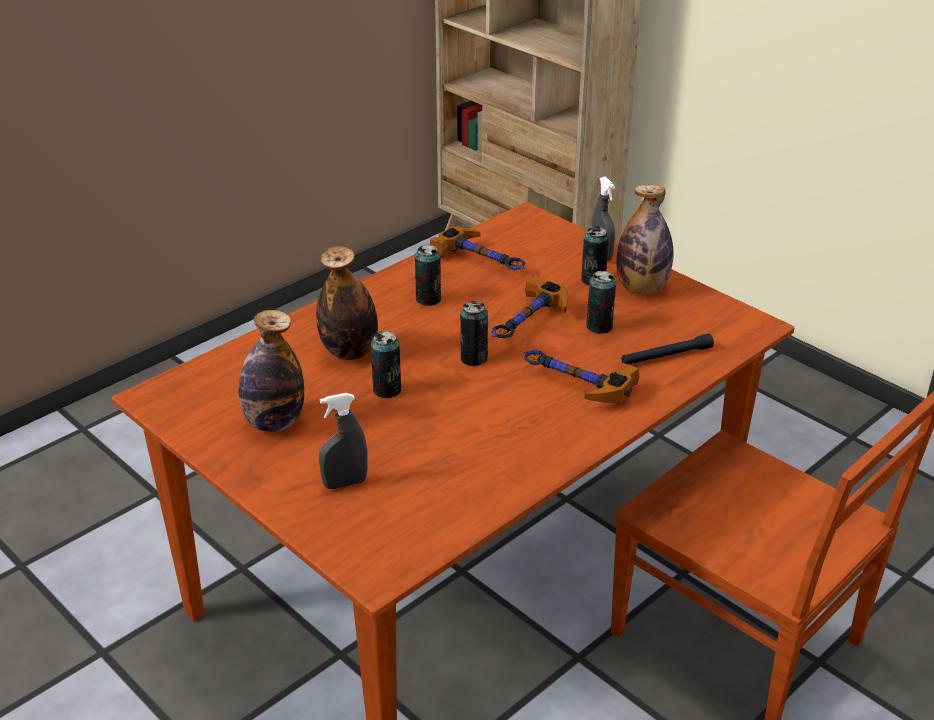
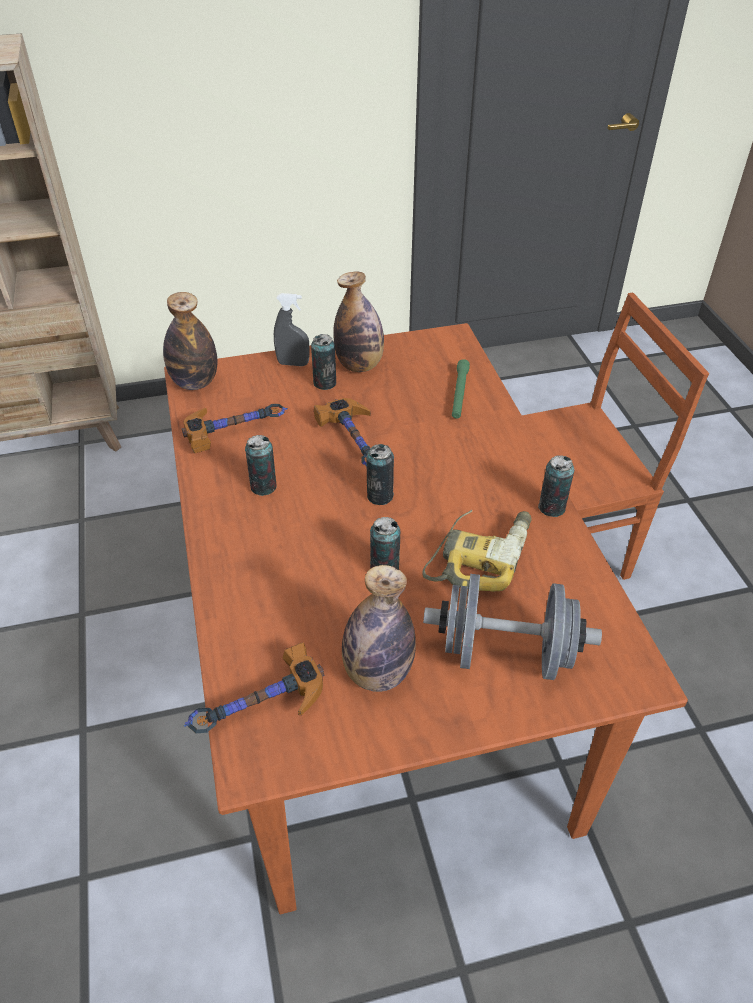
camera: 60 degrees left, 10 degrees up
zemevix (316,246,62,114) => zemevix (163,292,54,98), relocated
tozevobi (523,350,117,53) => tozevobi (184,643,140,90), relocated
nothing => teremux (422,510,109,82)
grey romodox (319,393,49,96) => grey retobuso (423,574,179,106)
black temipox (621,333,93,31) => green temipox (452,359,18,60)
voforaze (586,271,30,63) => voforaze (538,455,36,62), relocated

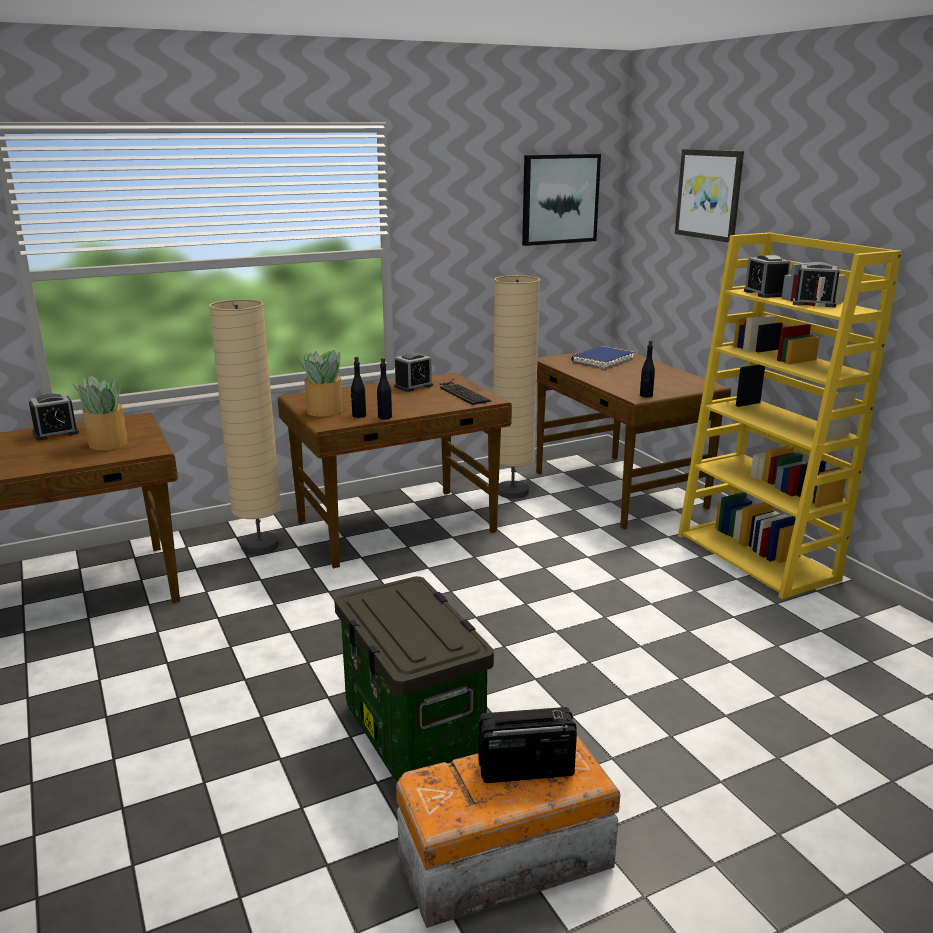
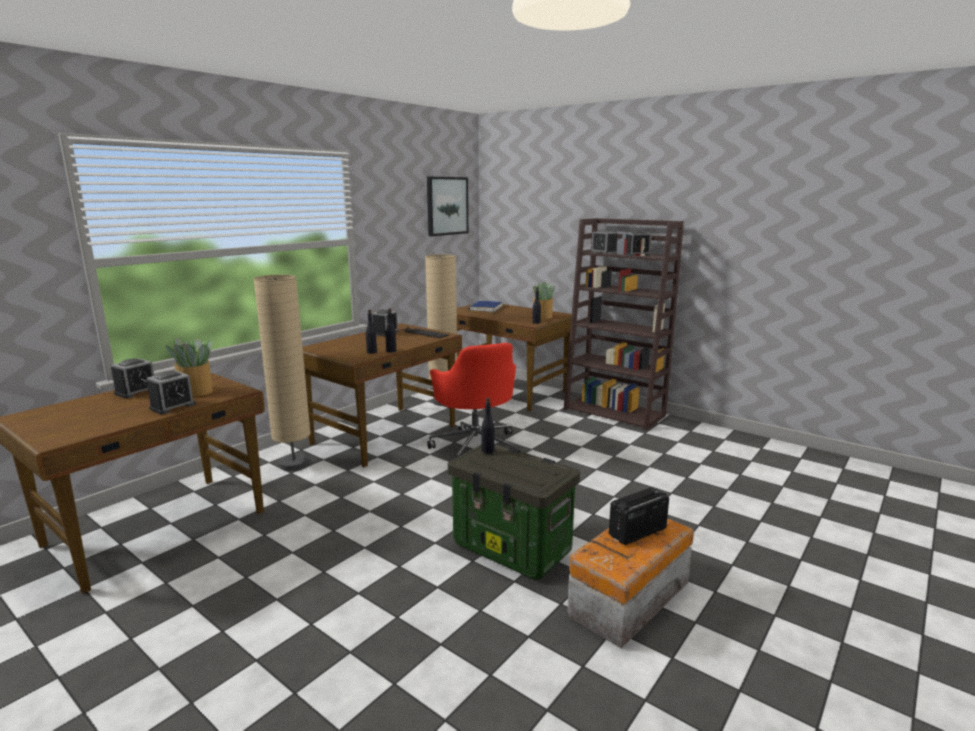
camera: 25 degrees left, 5 degrees down
nothing => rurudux (146,371,50,43)
nothing => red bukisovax (427,342,89,115)
nothing => black zemevix (481,398,14,56)
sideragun (296,350,47,66) => sideragun (533,282,22,37), relocated
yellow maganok (678,233,224,366) => brown maganok (564,218,120,213)
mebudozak (675,149,69,94) => nothing

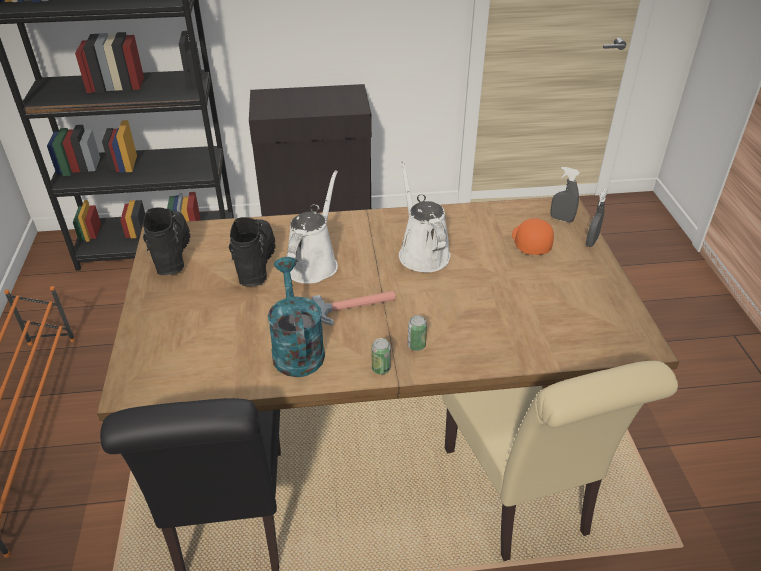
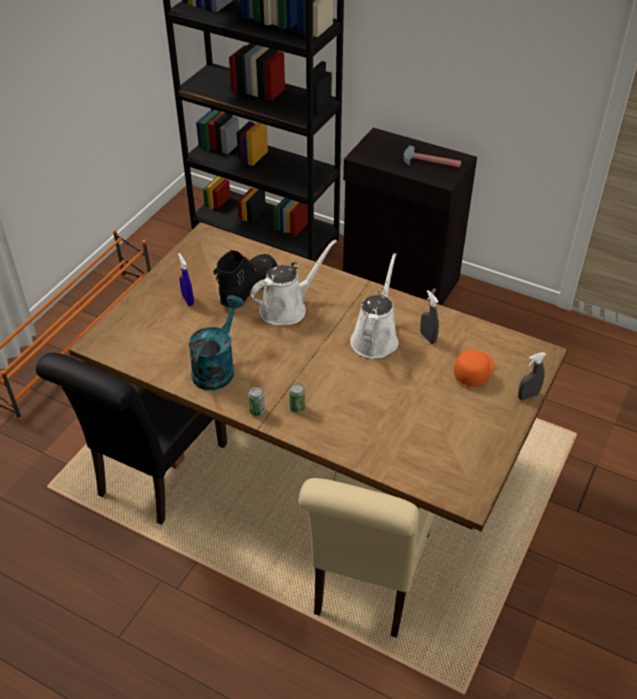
camera: 35 degrees right, 5 degrees up
nothing => blue romodox (178,253,16,53)
tozevobi (311,291,85,35) => tozevobi (403,146,58,21), relocated
grey romodox (551,167,29,56) => grey romodox (420,290,19,54), relocated
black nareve (143,207,47,68) => nothing

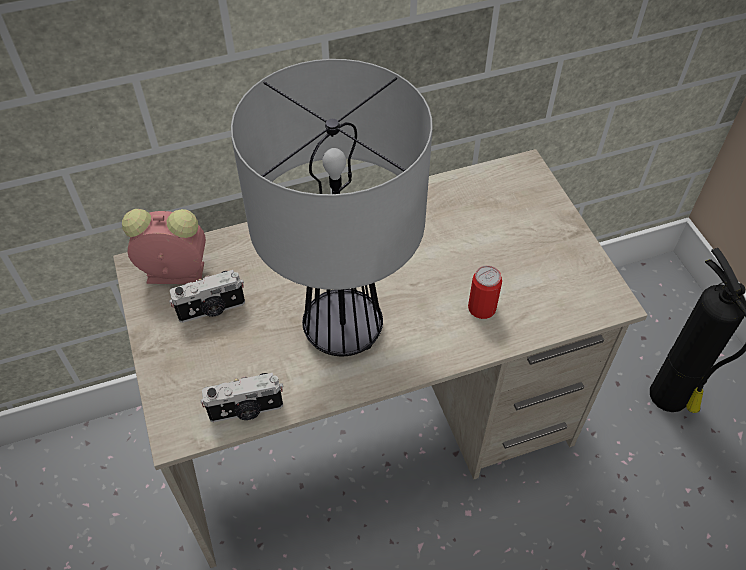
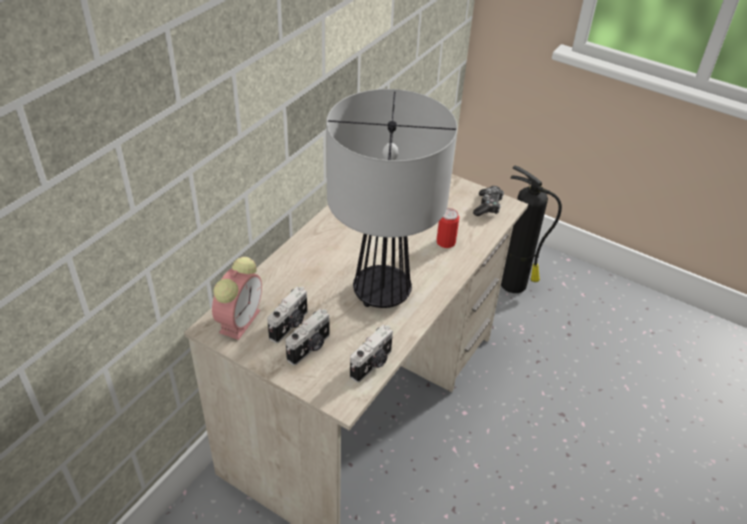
camera: 40 degrees left, 10 degrees down
rurudux (122,209,84,75) => rurudux (212,257,50,83), 150 degrees clockwise
nothing => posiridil (286,309,43,57)
nothing => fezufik (473,186,31,31)

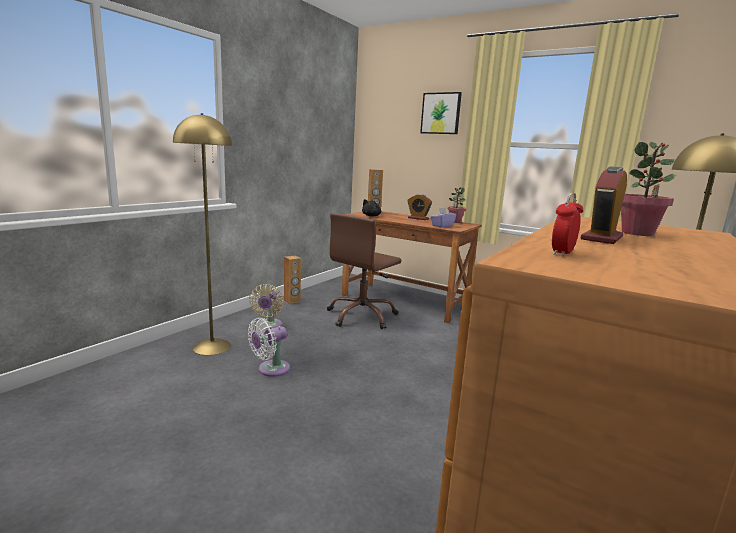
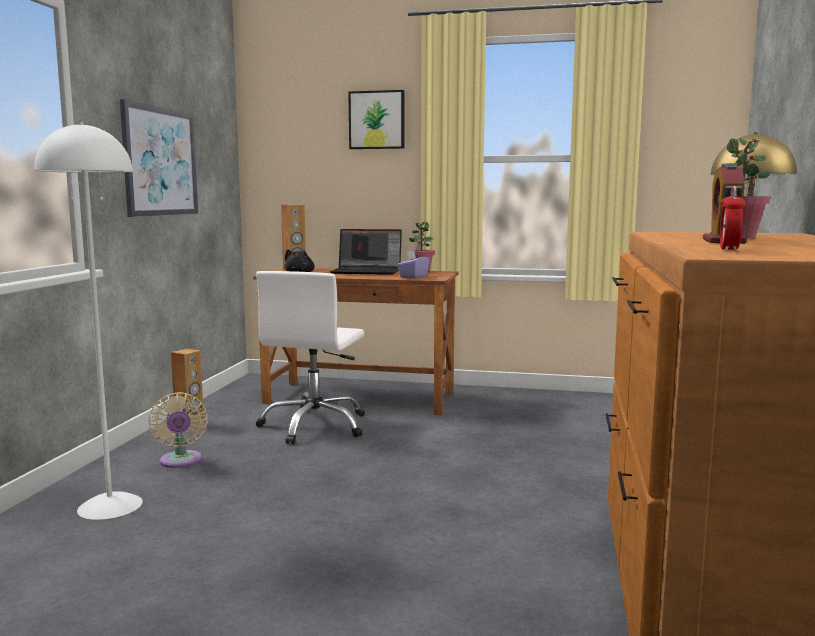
camera: 20 degrees left, 5 degrees down
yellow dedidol (173,113,59,242) => white dedidol (34,122,109,398)
nothing => mebudozak (120,99,78,118)
brown bukisovax (327,213,74,116) => white bukisovax (255,271,110,174)
rurudux (408,194,24,26) => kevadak (330,229,72,46)
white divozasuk (248,318,42,59) => nothing

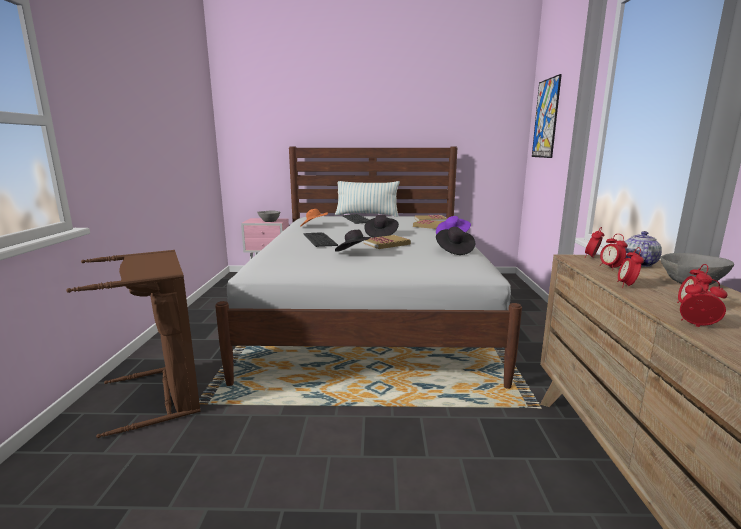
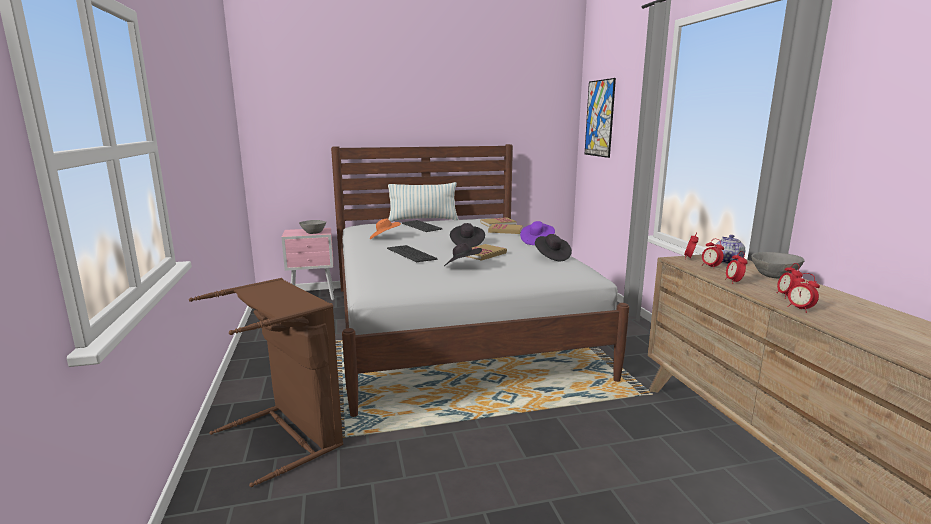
camera: 15 degrees left, 0 degrees up
rurudux (680,279,48,48) => rurudux (787,273,33,40), 135 degrees counterclockwise

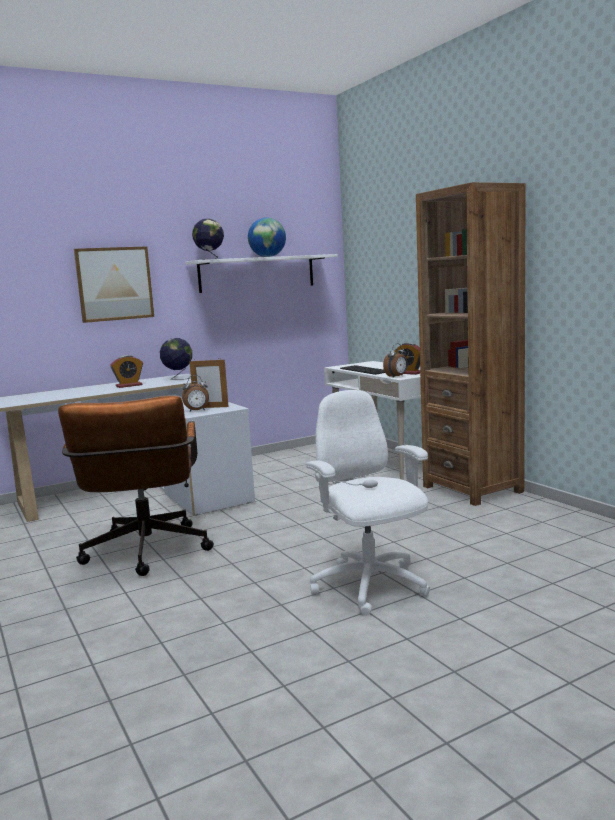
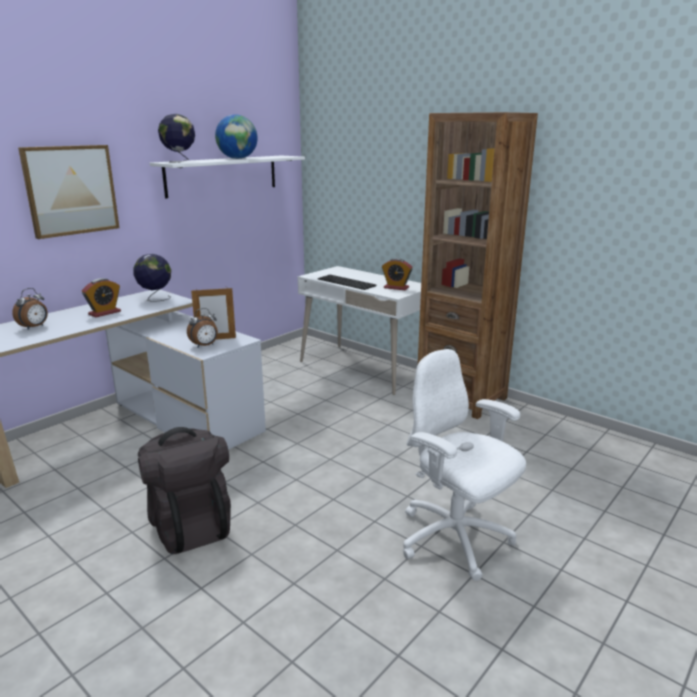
camera: 20 degrees left, 10 degrees up
rurudux (383,343,25,35) => rurudux (12,288,36,42), relocated
brown bukisovax (58,396,156,180) => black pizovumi (138,427,93,127)

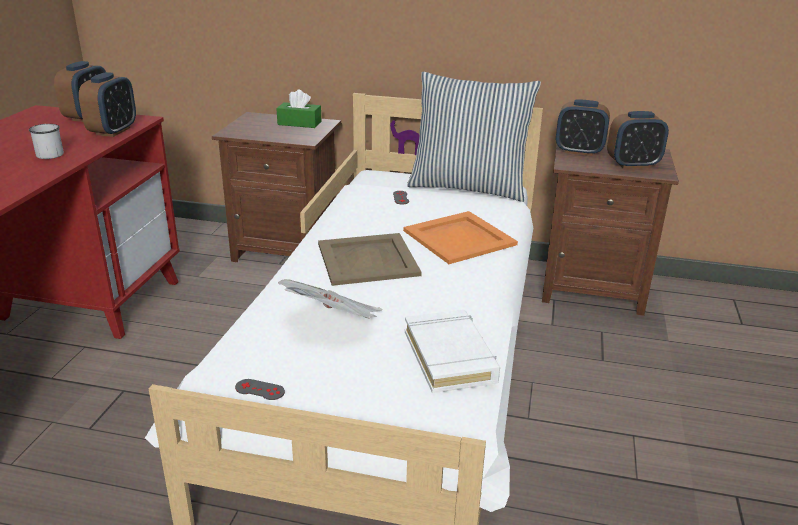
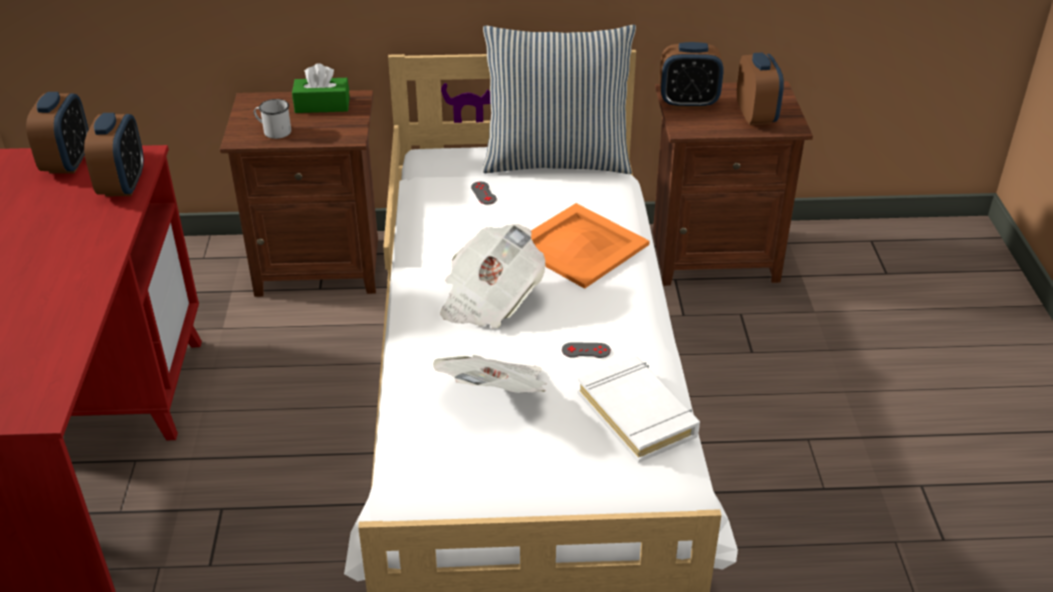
camera: 15 degrees left, 10 degrees up
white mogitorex (29,124,35,35) => white mogitorex (254,99,37,40), relocated
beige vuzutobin (318,233,104,53) => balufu (440,224,105,104)
grey fezufik (235,379,50,21) => grey fezufik (562,342,49,16), relocated
rurudux (607,111,62,57) => rurudux (737,52,47,73), 75 degrees counterclockwise

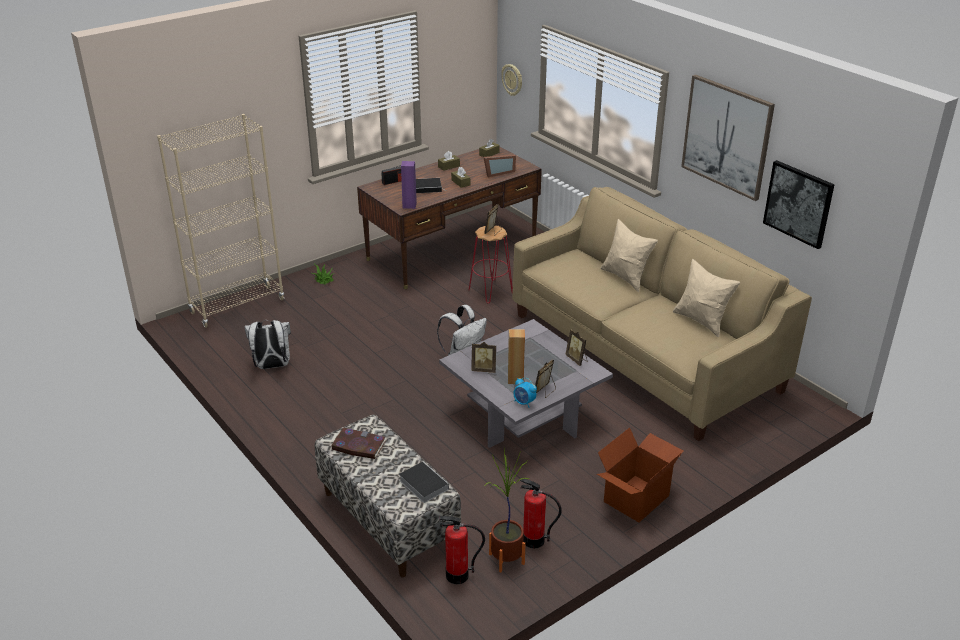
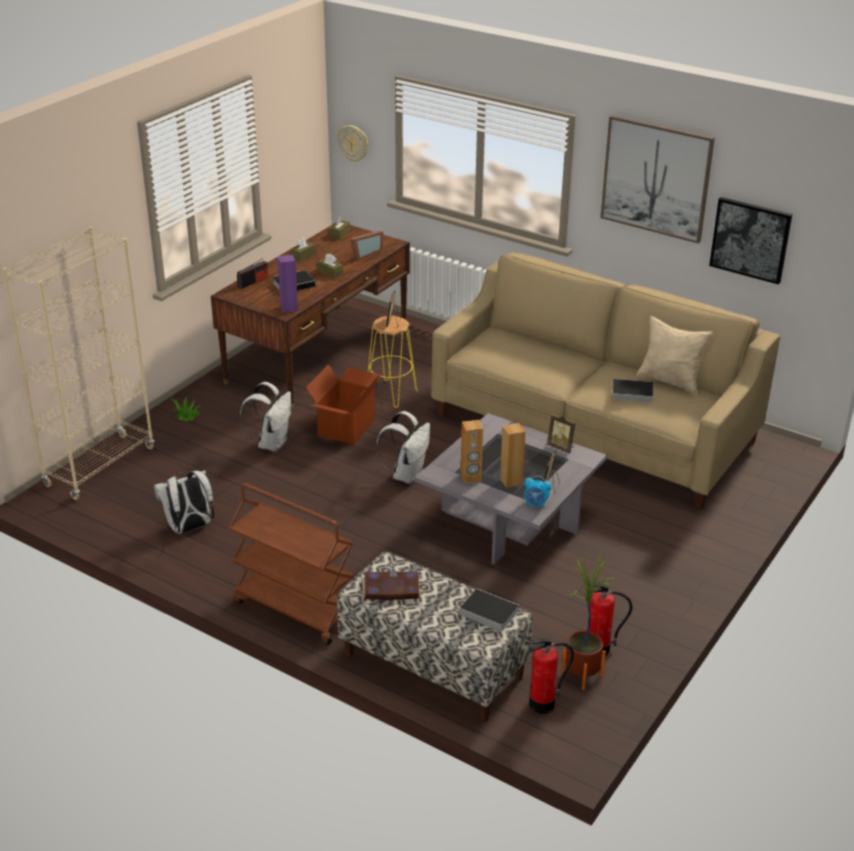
camera: 20 degrees left, 0 degrees up
nothing => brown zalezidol (229,483,125,162)
nothing => white pizovumi (240,382,51,70)
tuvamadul (597,428,86,95) => tuvamadul (306,364,75,81), relocated
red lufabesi (469,226,44,77) => yellow lufabesi (368,316,49,92)
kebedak (471,342,25,31) => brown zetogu (461,420,22,63)
nothing => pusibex (607,379,46,24)
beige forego (600,219,58,73) => nothing

